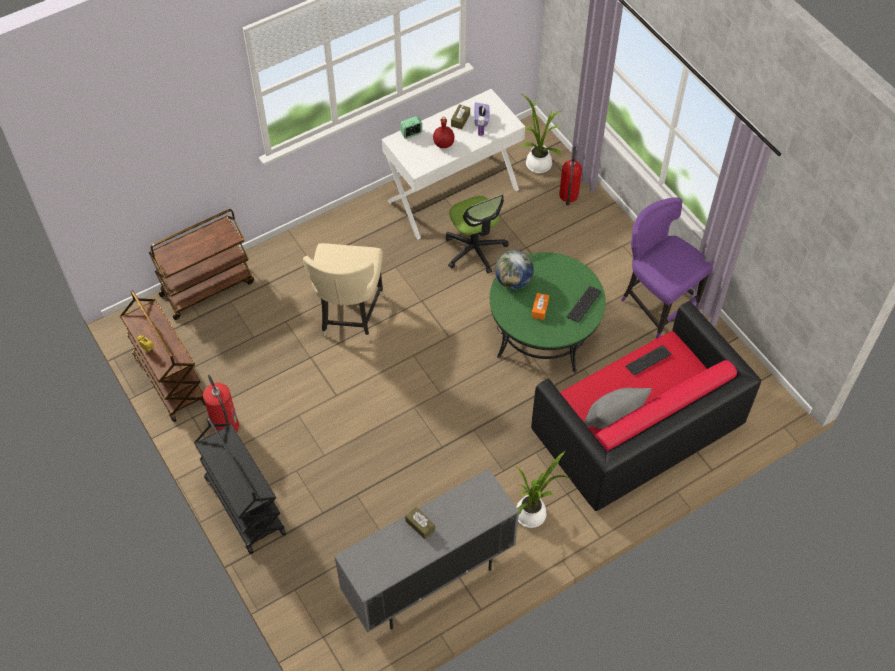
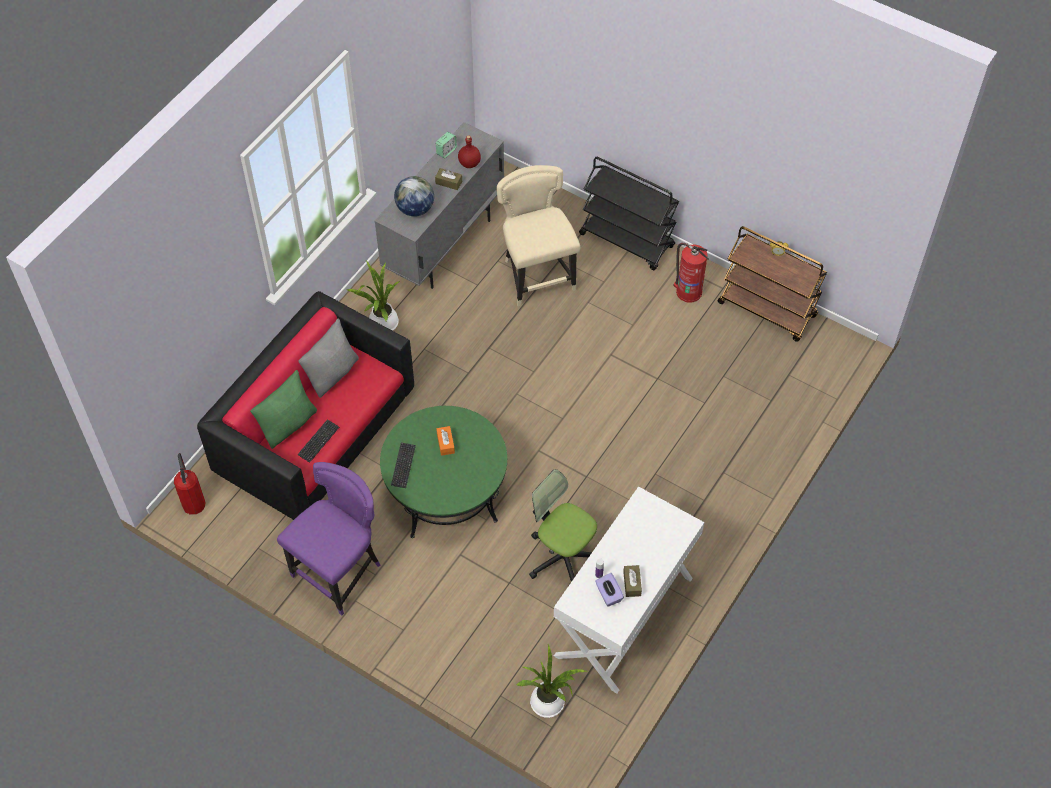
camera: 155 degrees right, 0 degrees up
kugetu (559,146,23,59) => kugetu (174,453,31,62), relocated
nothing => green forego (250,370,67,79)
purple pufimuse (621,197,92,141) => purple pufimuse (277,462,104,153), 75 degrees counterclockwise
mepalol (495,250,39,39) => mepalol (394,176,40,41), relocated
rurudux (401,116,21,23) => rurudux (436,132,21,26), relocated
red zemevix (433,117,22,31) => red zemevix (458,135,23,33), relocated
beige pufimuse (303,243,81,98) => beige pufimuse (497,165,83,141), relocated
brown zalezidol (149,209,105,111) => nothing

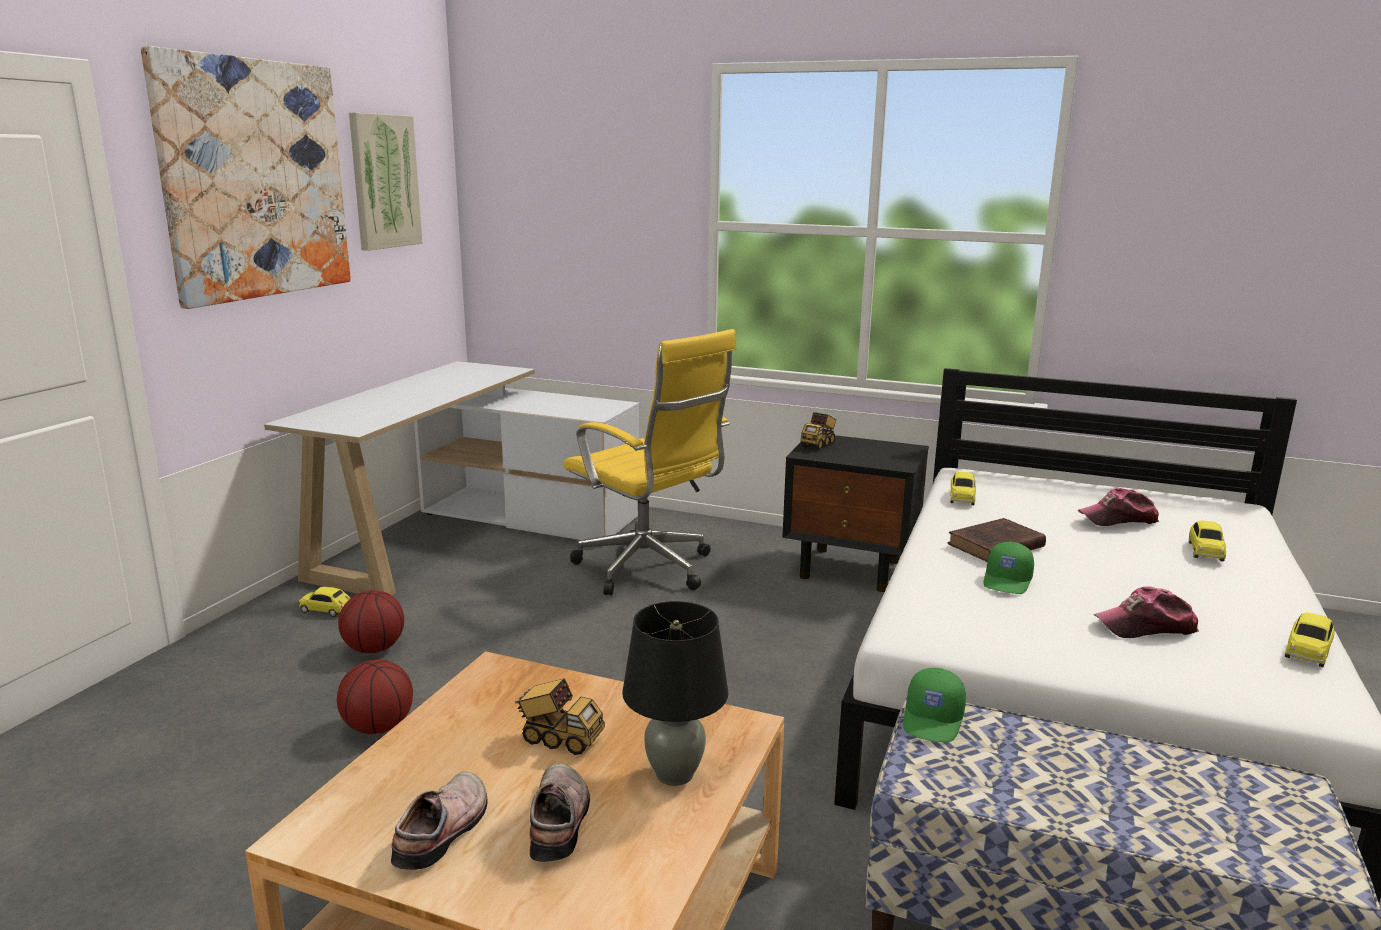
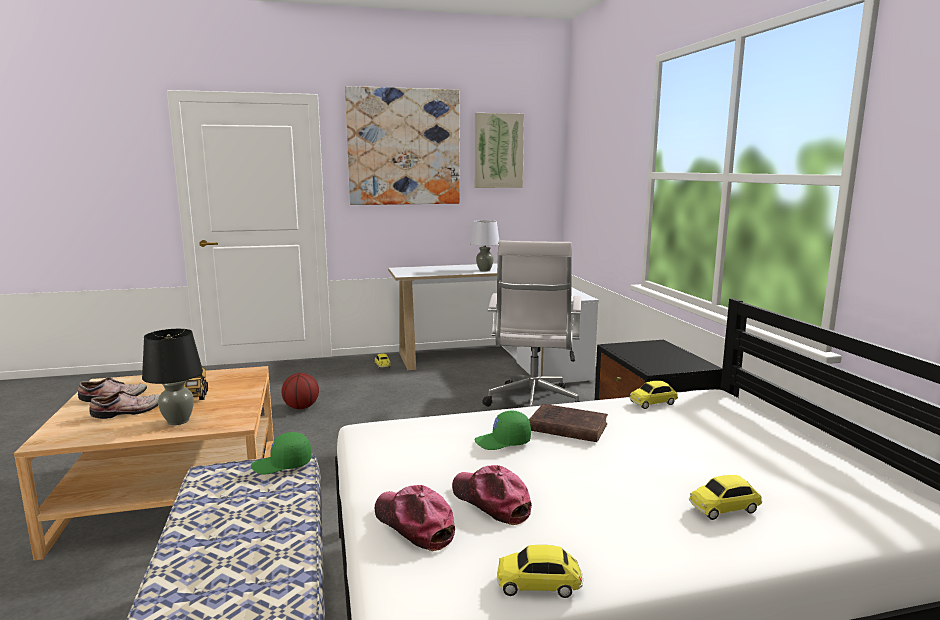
camera: 55 degrees right, 5 degrees down
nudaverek (1078,488,81,38) => nudaverek (375,485,80,66), relocated
nothing => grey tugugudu (470,220,29,52)
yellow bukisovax (563,329,174,266) => white bukisovax (482,241,99,166)
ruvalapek (338,590,66,63) => nothing
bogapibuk (801,412,35,38) => nothing

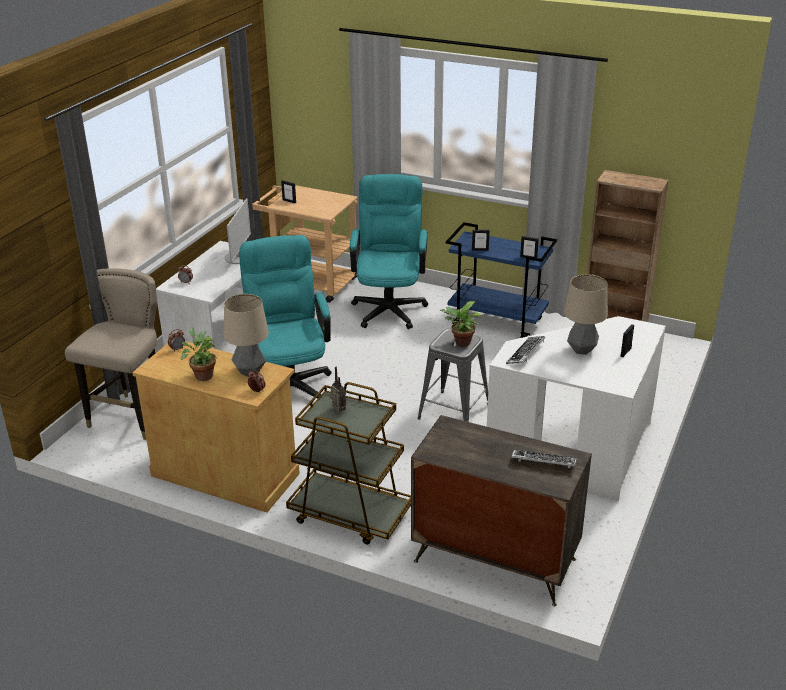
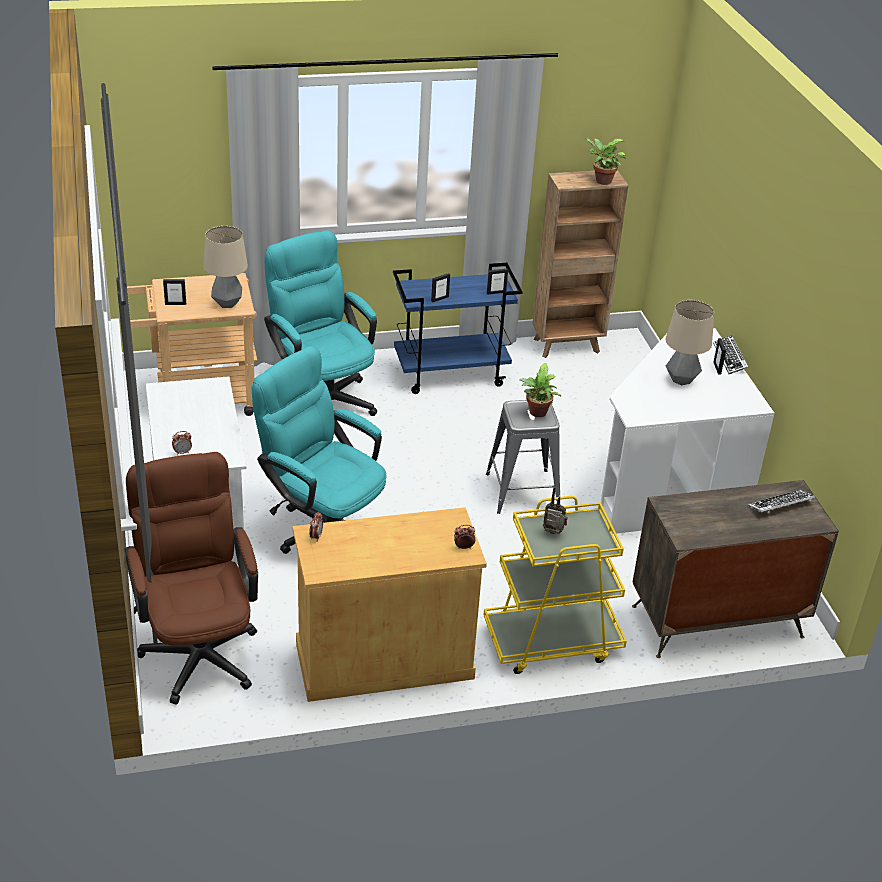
camera: 40 degrees left, 5 degrees up
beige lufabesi (65,268,93,172) => brown bukisovax (125,452,133,253)
tugugudu (224,294,45,83) => tugugudu (203,226,45,82), relocated
brown zalezidol (286,382,125,163) => yellow zalezidol (484,496,143,178)
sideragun (180,327,36,54) => sideragun (585,138,41,47), relocated
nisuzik (506,336,39,28) => nisuzik (713,335,36,39), relocated
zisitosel (225,198,26,66) => nothing

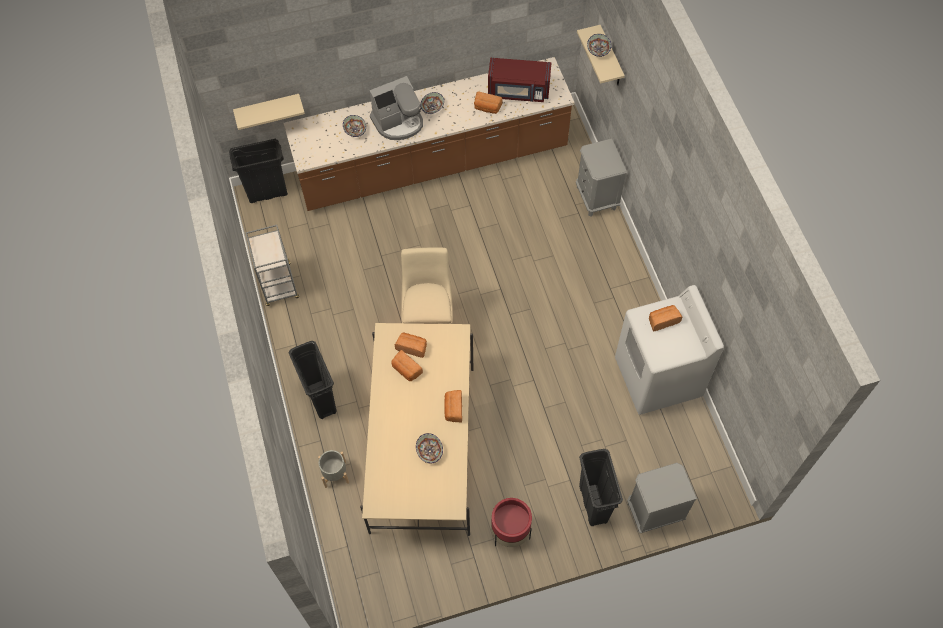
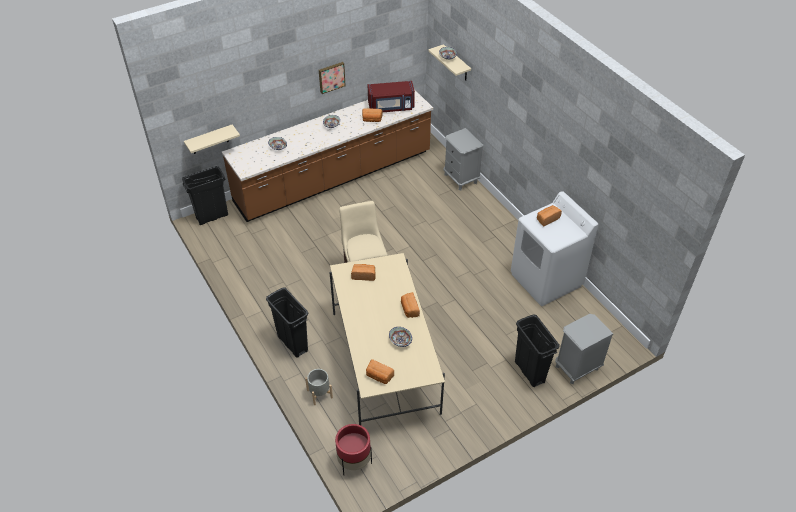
camera: 15 degrees left, 15 degrees down
nothing => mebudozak (319,62,27,32)
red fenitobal (491,498,41,49) => red fenitobal (335,424,37,51), relocated
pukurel (392,350,31,31) => pukurel (366,359,28,25), relocated
grey zalezidol (246,225,53,81) => nothing
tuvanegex (369,76,54,64) => nothing

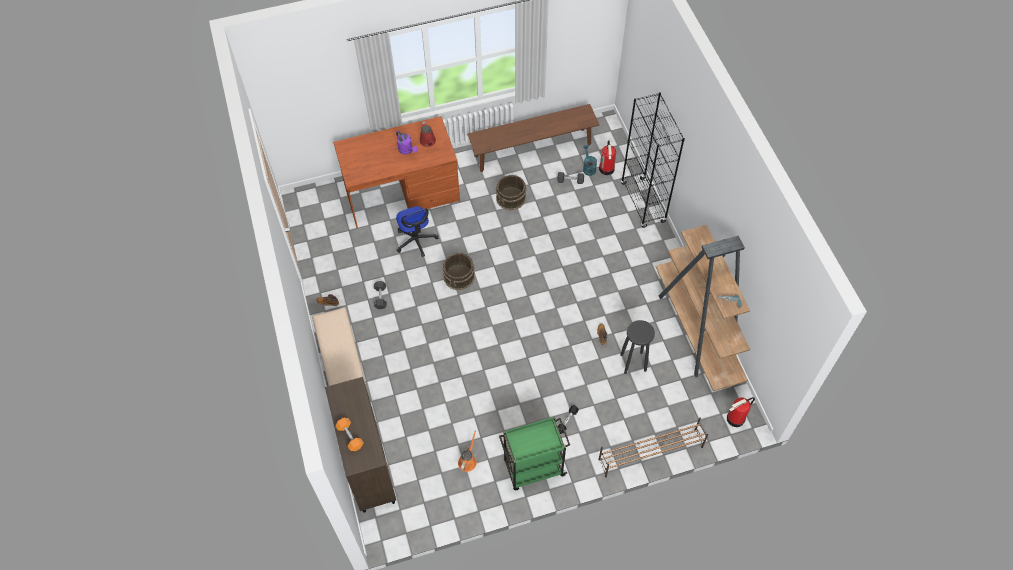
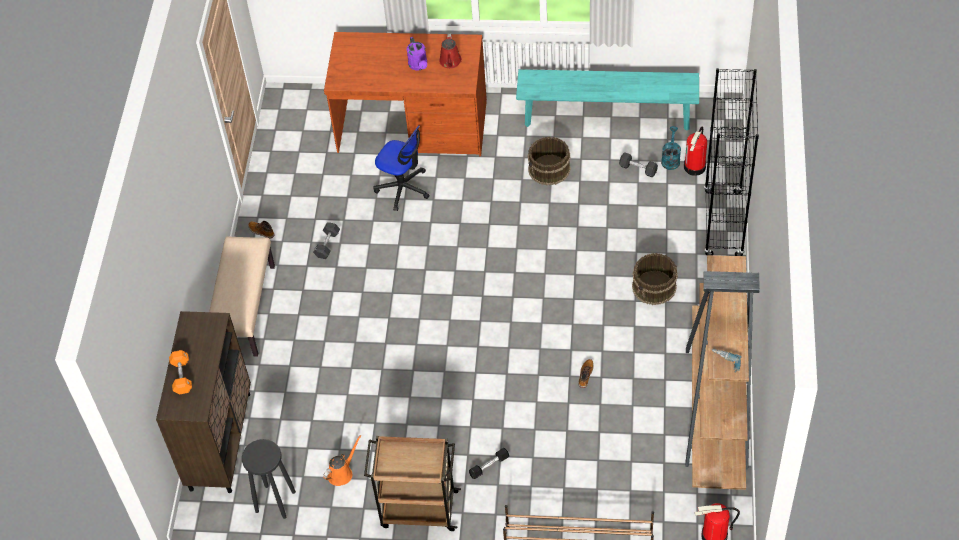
camera: 25 degrees right, 5 degrees down
black lufabesi (620,320,35,54) => black lufabesi (242,439,54,80), relocated
green zalezidol (499,416,71,74) => brown zalezidol (364,436,97,95)
bukisovax (396,206,42,51) => bukisovax (373,125,57,86), 60 degrees counterclockwise
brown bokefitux (467,104,133,68) => turquoise bokefitux (516,69,183,62)
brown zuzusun (443,253,32,37) => brown zuzusun (632,253,46,52), relocated

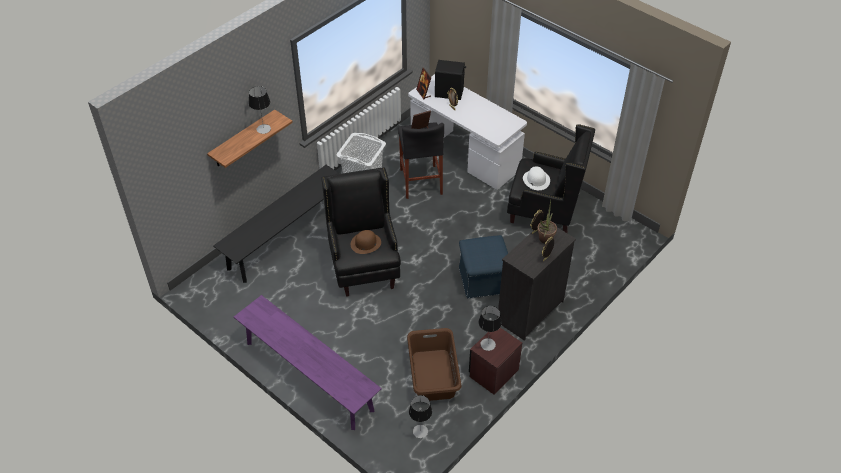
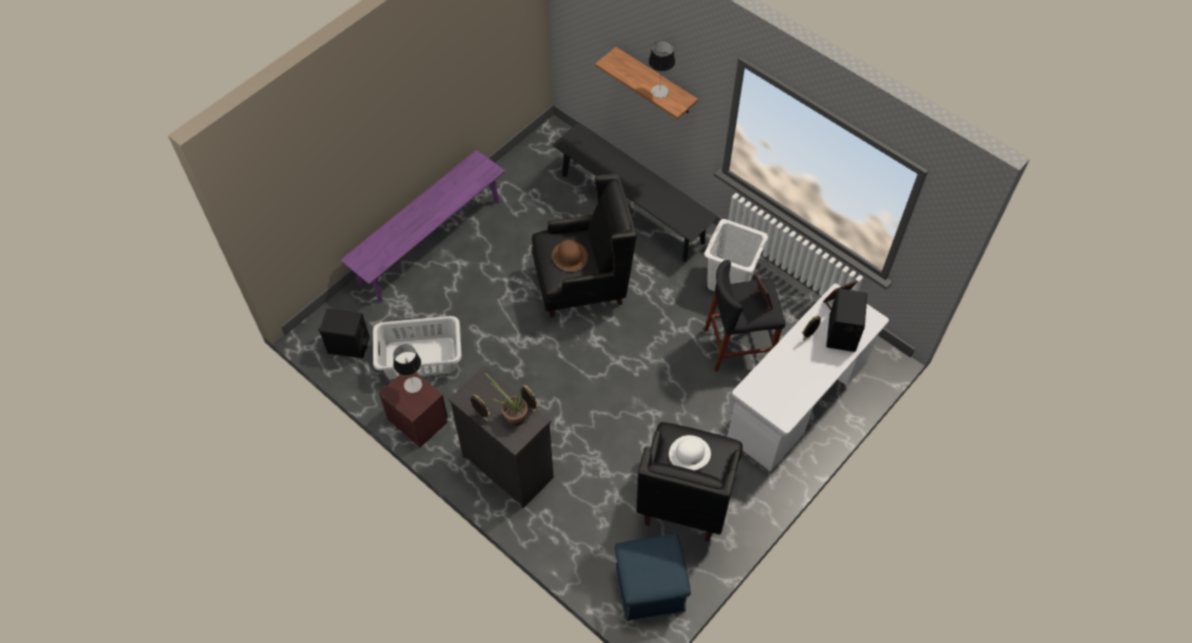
camera: 90 degrees right, 10 degrees up
tugugudu (409,395,23,43) => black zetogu (318,309,52,49)
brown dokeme (407,328,54,73) => grey dokeme (373,316,89,63)
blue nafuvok (459,235,49,64) => blue nafuvok (615,534,76,87), relocated

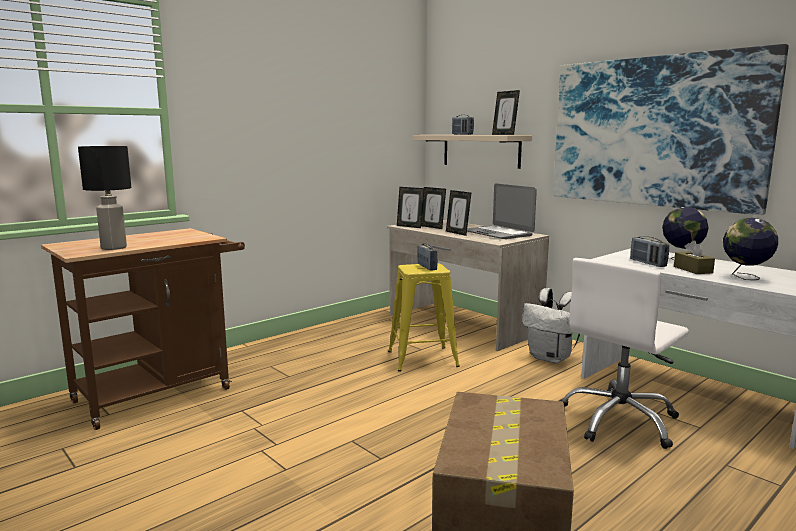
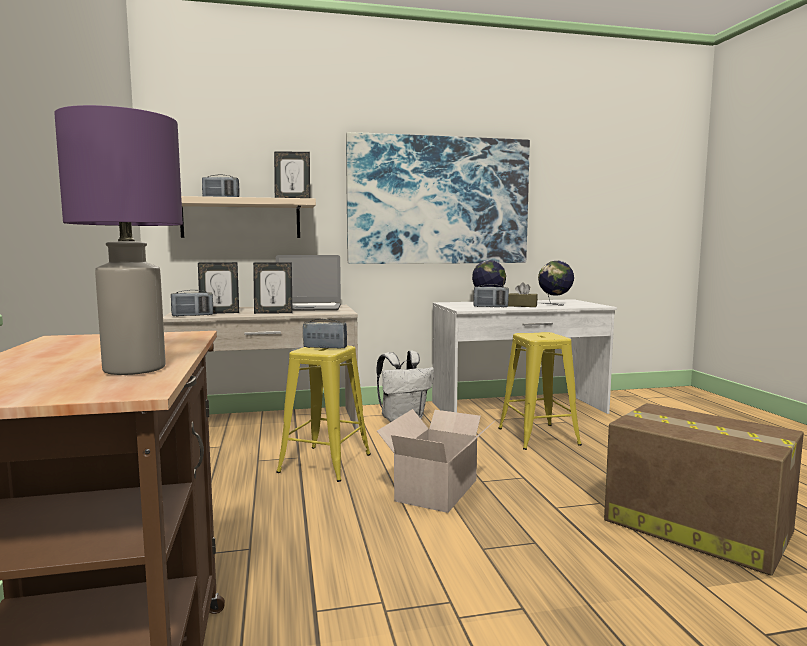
camera: 60 degrees left, 5 degrees down
black tugugudu (78,146,53,104) => purple tugugudu (54,105,129,270)
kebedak (397,187,27,41) => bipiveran (171,290,42,27)
nothing => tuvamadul (377,409,116,104)
white bukisovax (560,258,129,191) => yellow lufabesi (498,332,84,118)

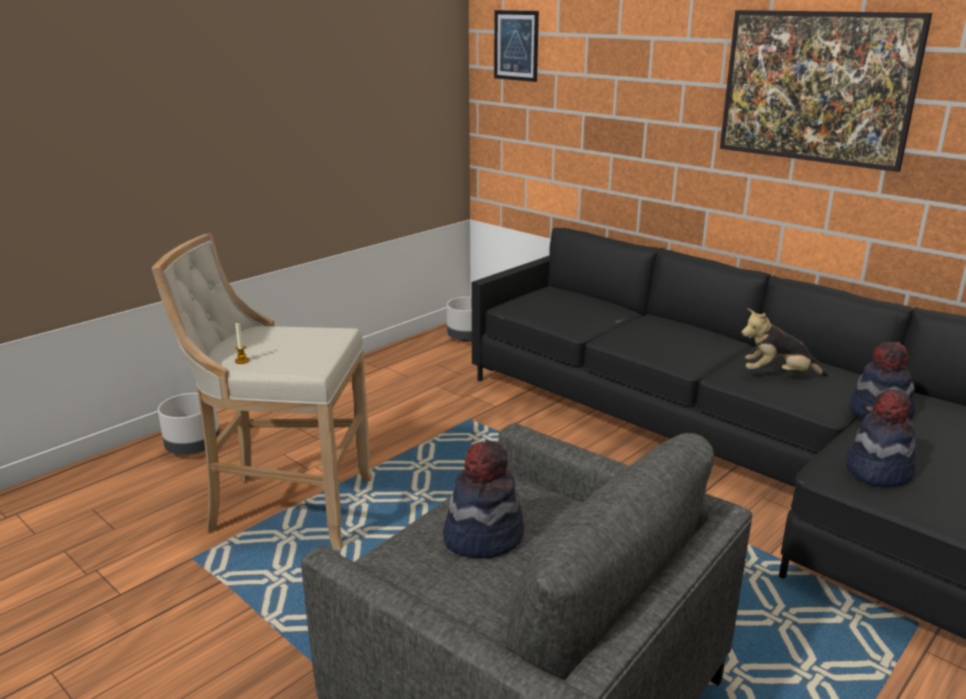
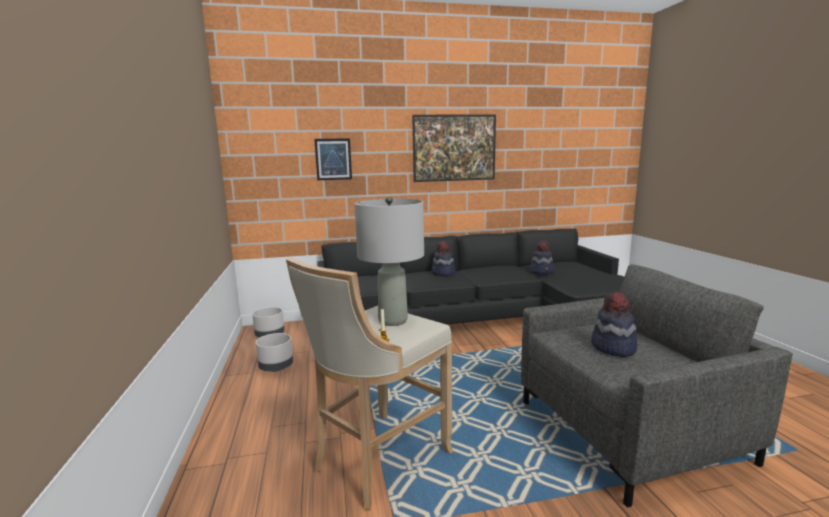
camera: 55 degrees left, 10 degrees down
grey fenitobal (158,393,62,62) => grey fenitobal (256,333,37,39), relocated
mebudozak (494,10,45,72) => mebudozak (314,138,38,42), relocated
nothing => grey tugugudu (354,197,70,129)
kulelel (846,390,70,97) => kulelel (432,241,23,35), relocated
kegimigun (741,309,87,67) => nothing

